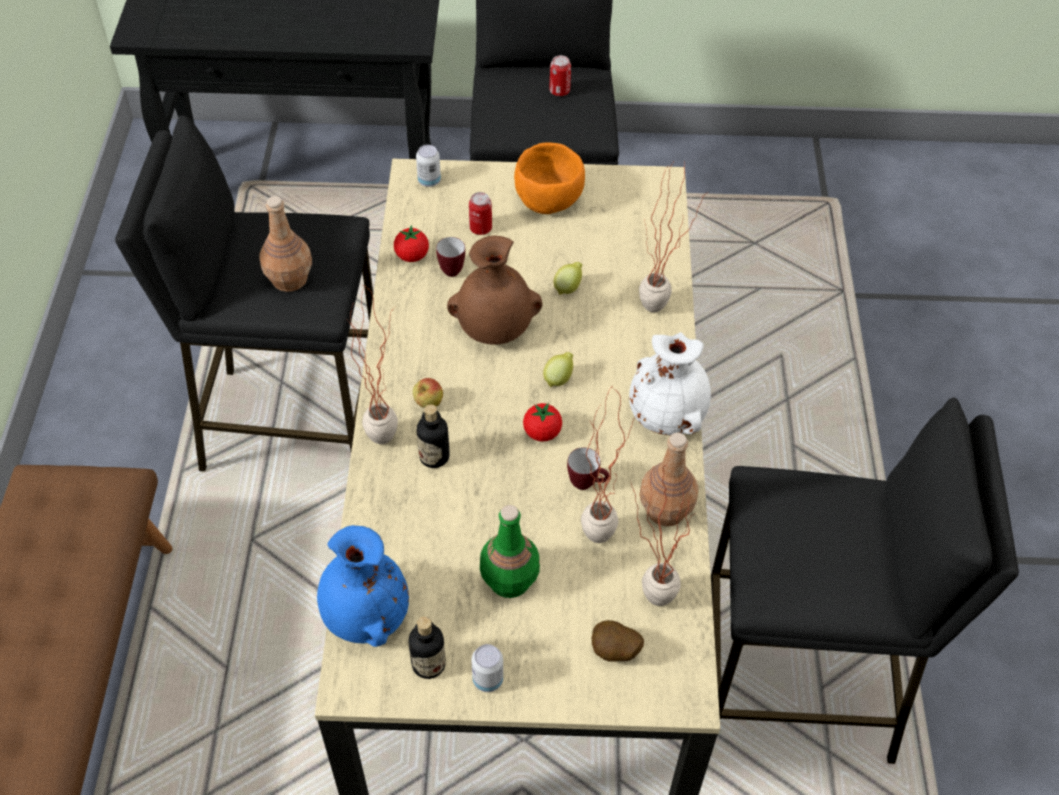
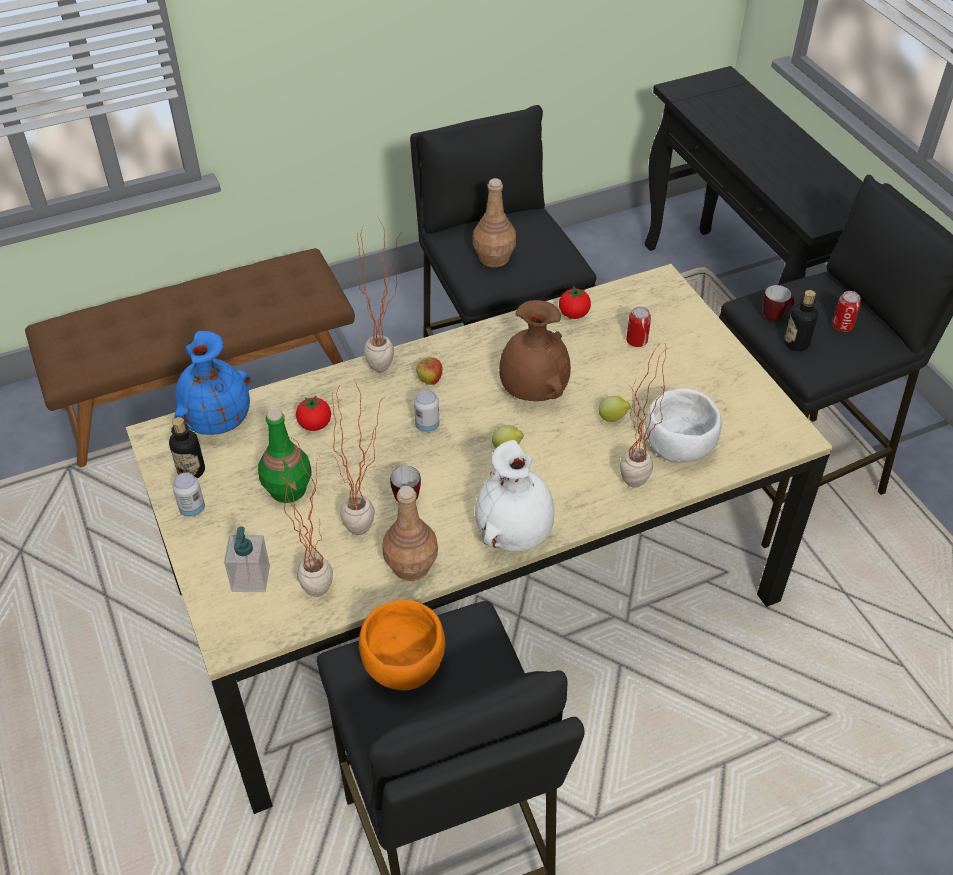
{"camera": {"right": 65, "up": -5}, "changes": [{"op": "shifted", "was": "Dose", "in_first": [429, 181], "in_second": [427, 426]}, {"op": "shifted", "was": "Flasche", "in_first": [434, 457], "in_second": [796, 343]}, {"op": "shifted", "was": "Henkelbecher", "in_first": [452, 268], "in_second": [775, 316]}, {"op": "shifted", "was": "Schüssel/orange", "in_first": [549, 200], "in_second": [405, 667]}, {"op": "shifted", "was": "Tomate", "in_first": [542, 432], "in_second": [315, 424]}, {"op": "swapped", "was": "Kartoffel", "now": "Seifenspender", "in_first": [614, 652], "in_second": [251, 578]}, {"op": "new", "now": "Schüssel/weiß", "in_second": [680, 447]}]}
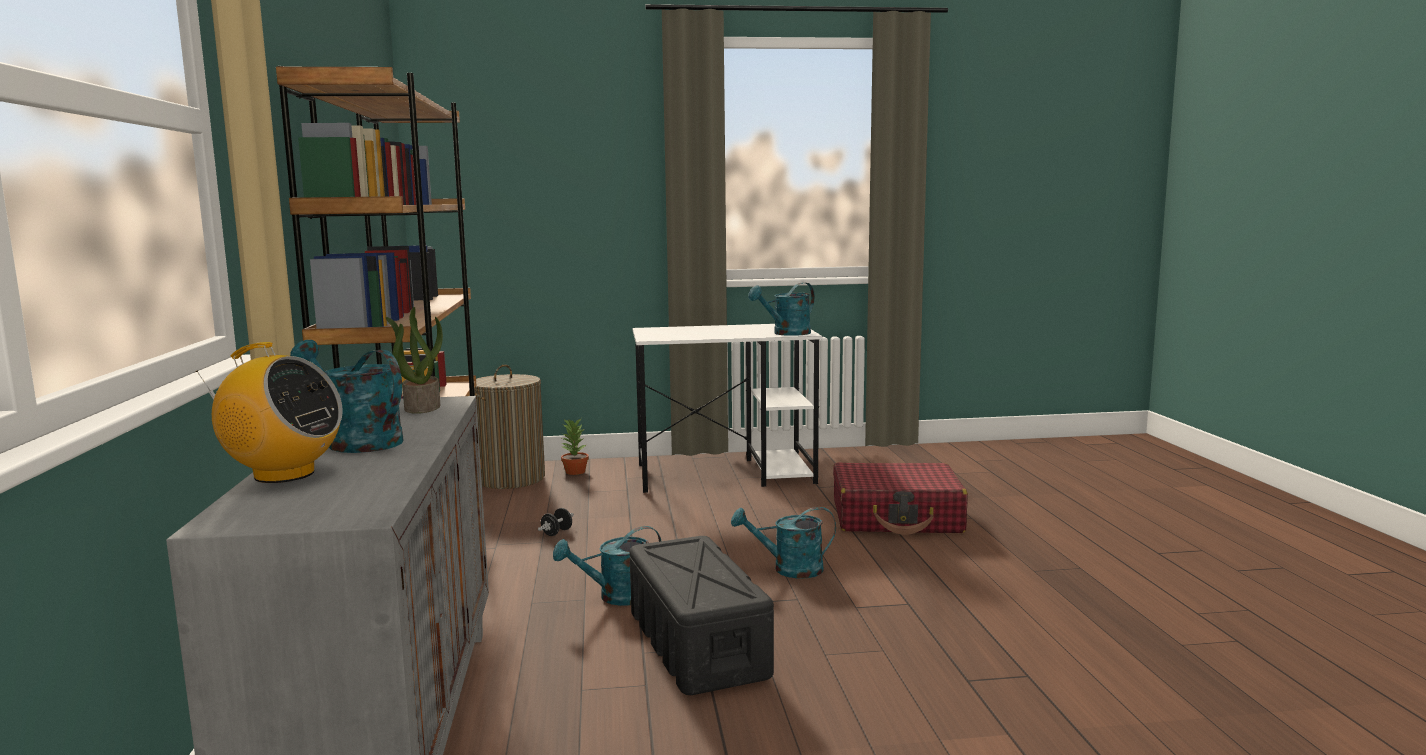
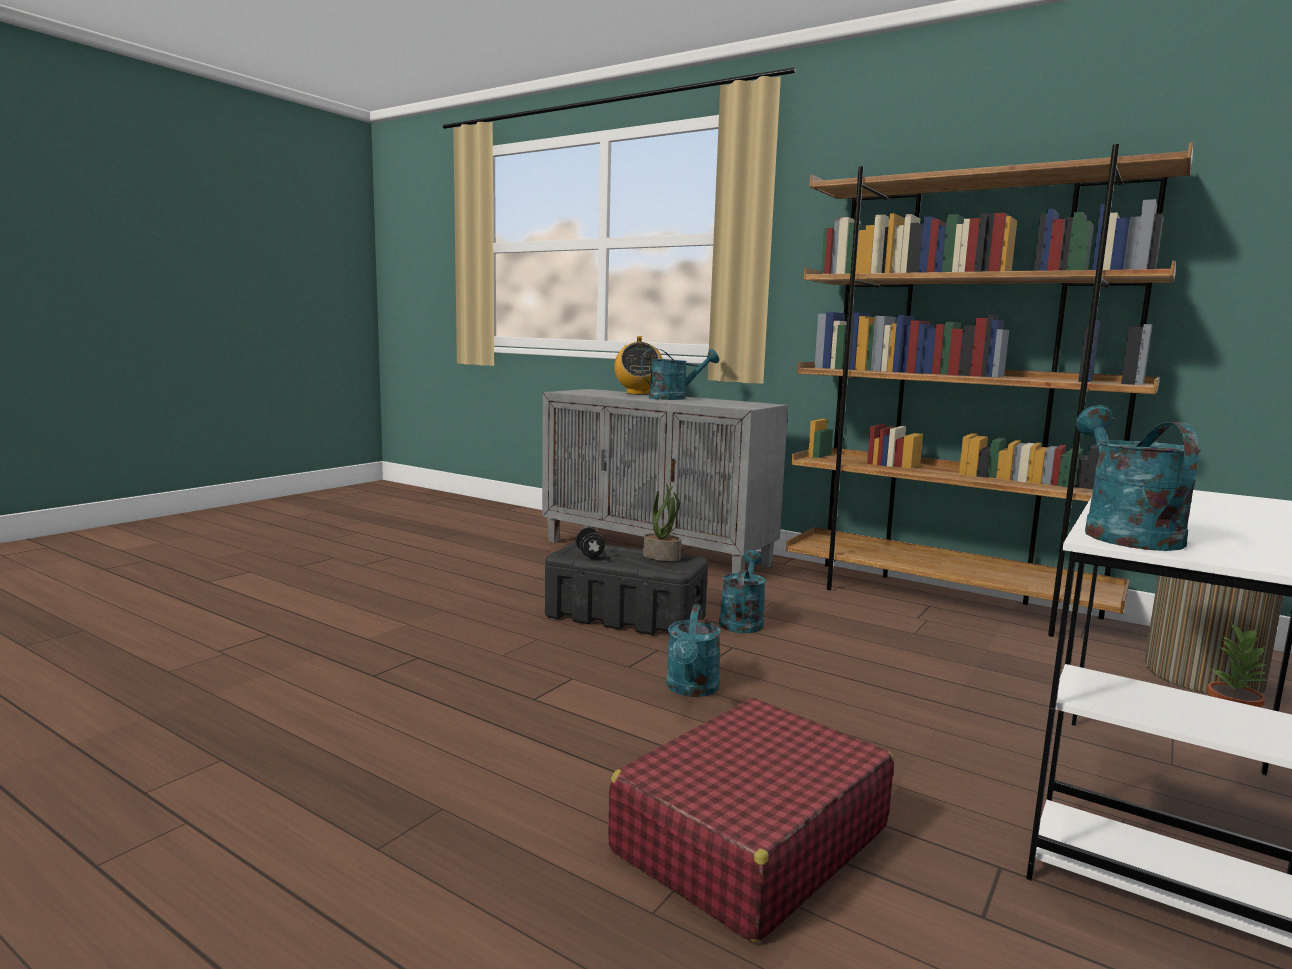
{"camera": {"right": 130, "up": 0}, "changes": [{"op": "rotated", "was": "Radio", "in_first": [283, 474], "in_second": [638, 393], "clockwise": -60}, {"op": "shifted", "was": "Topfpflanze", "in_first": [421, 407], "in_second": [662, 556]}, {"op": "shifted", "was": "Hantel/schwarz", "in_first": [557, 532], "in_second": [589, 554]}, {"op": "rotated", "was": "Gießkanne/türkis", "in_first": [789, 569], "in_second": [691, 689], "clockwise": 150}]}
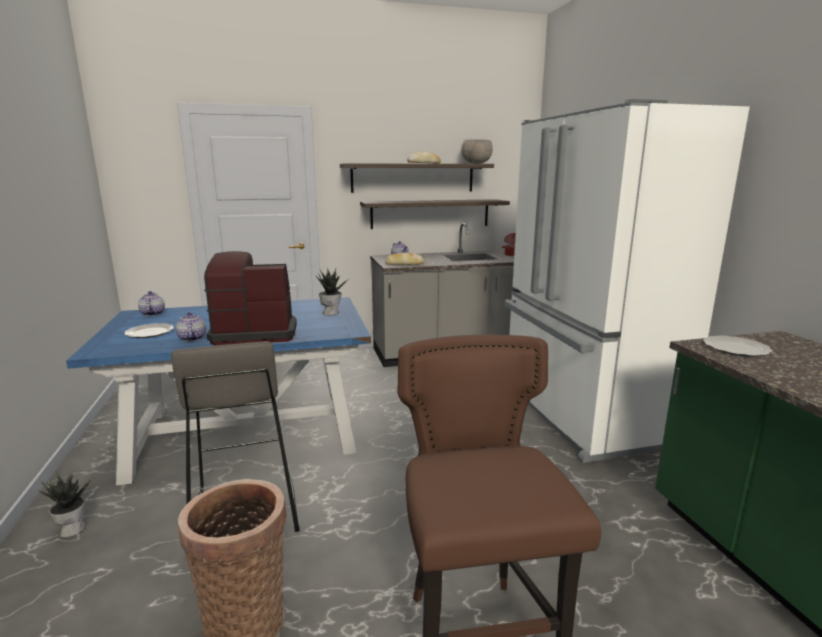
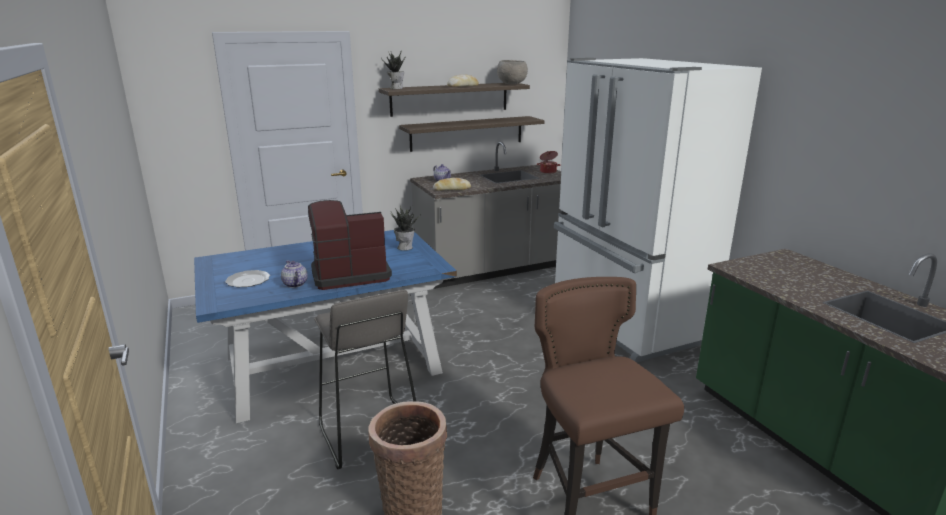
{"camera": {"right": -10, "up": 5}, "changes": [{"op": "shifted", "was": "Topfpflanze", "in_first": [72, 528], "in_second": [396, 88]}, {"op": "gone", "was": "Teekanne", "in_first": [152, 314]}, {"op": "gone", "was": "Teller", "in_first": [735, 348]}]}
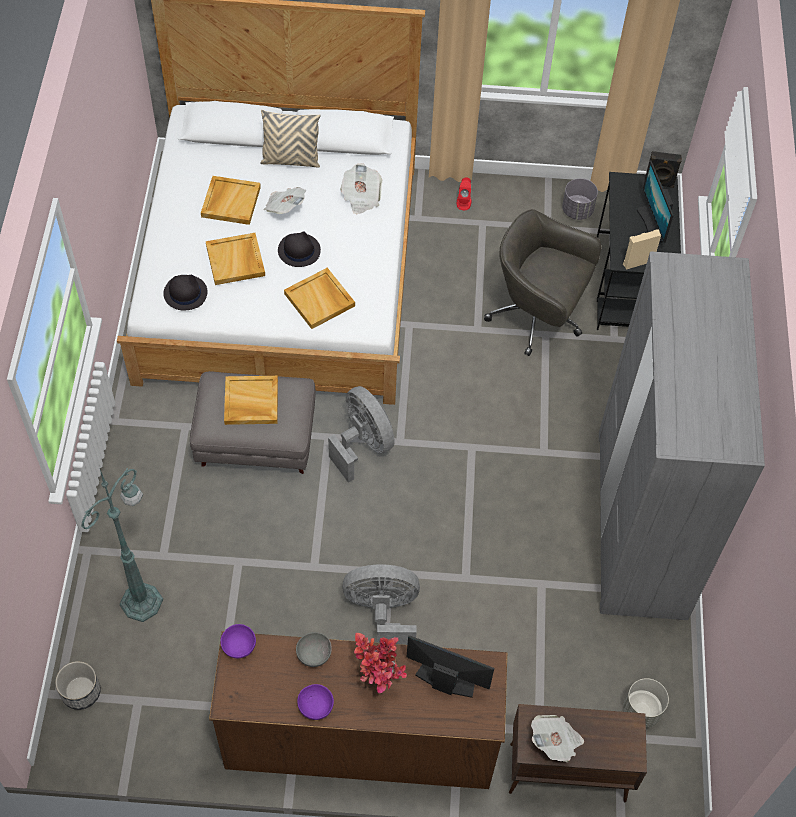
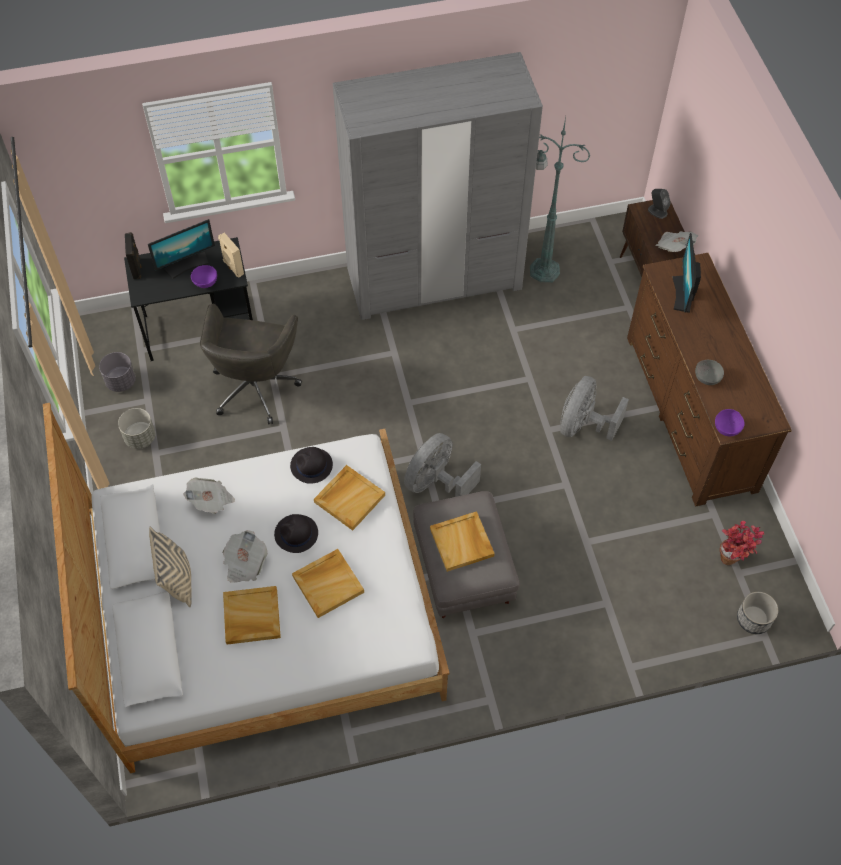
{"camera": {"right": -105, "up": 0}, "changes": [{"op": "shifted", "was": "Stehlampe/grün", "in_first": [143, 600], "in_second": [542, 270]}, {"op": "shifted", "was": "Hut/schwarz", "in_first": [185, 293], "in_second": [311, 466]}, {"op": "shifted", "was": "Schüssel/lila", "in_first": [315, 706], "in_second": [205, 283]}, {"op": "rotated", "was": "Ventilator/grau", "in_first": [383, 612], "in_second": [583, 425], "clockwise": 45}, {"op": "shifted", "was": "Topfpflanze", "in_first": [378, 681], "in_second": [733, 558]}, {"op": "gone", "was": "Lautsprecher/rot", "in_first": [464, 201]}, {"op": "shifted", "was": "Pflanzkübel/grau", "in_first": [642, 711], "in_second": [140, 437]}, {"op": "new", "now": "Lautsprecher/grau", "in_second": [657, 211]}]}
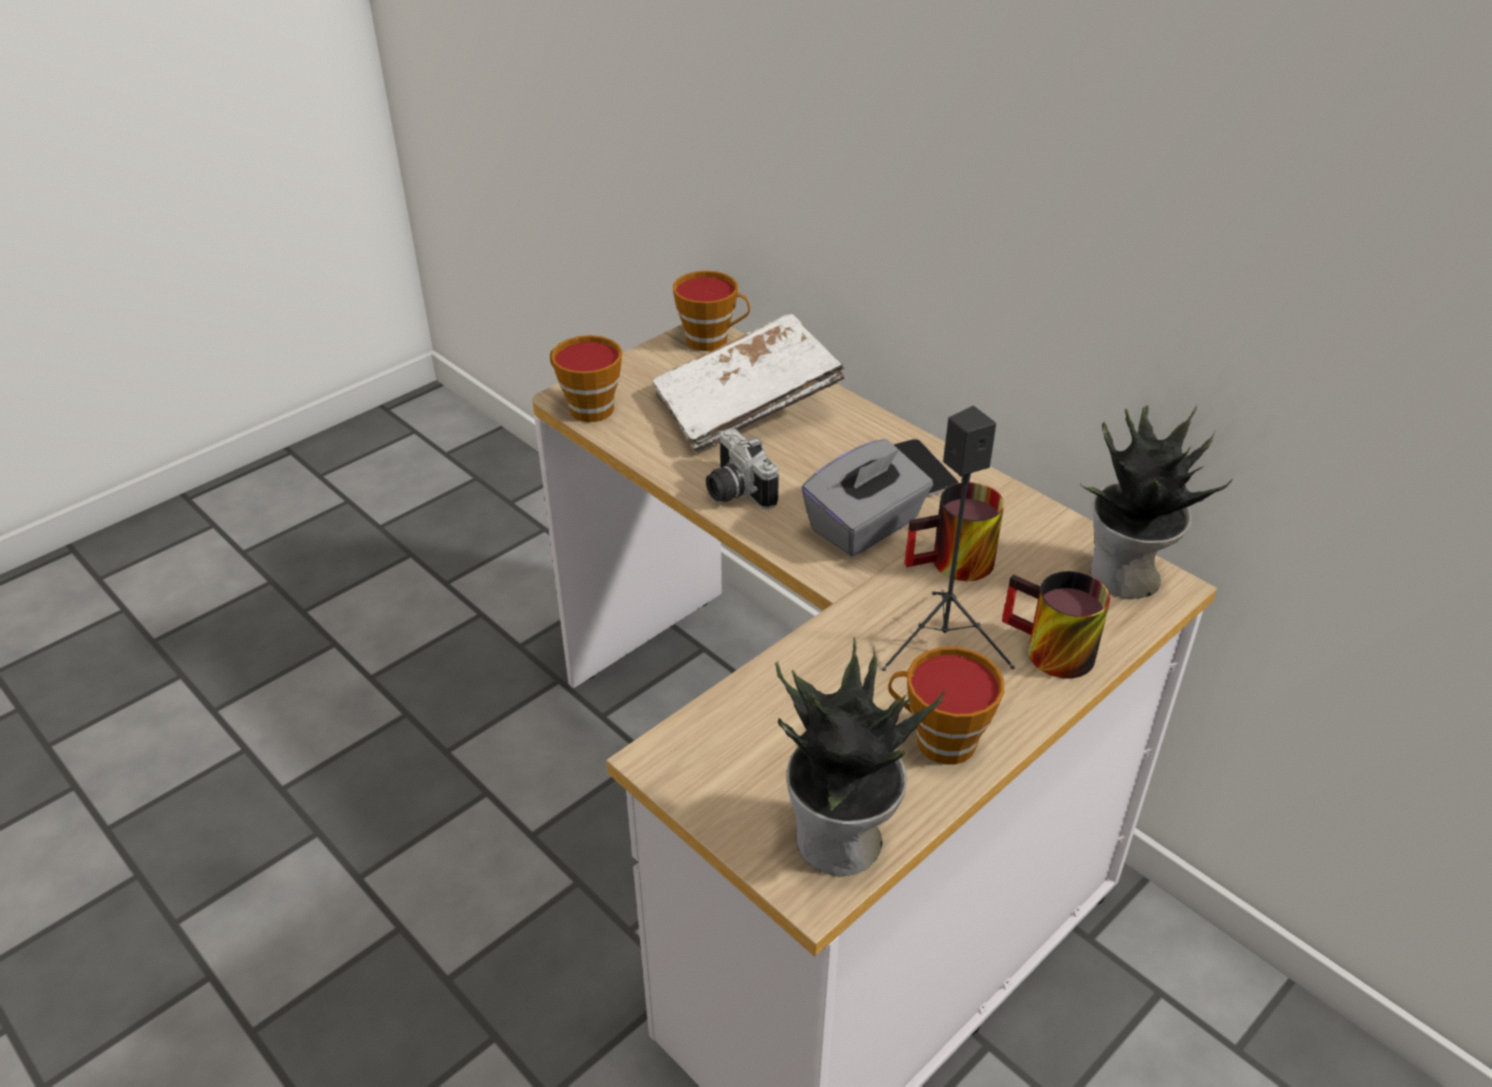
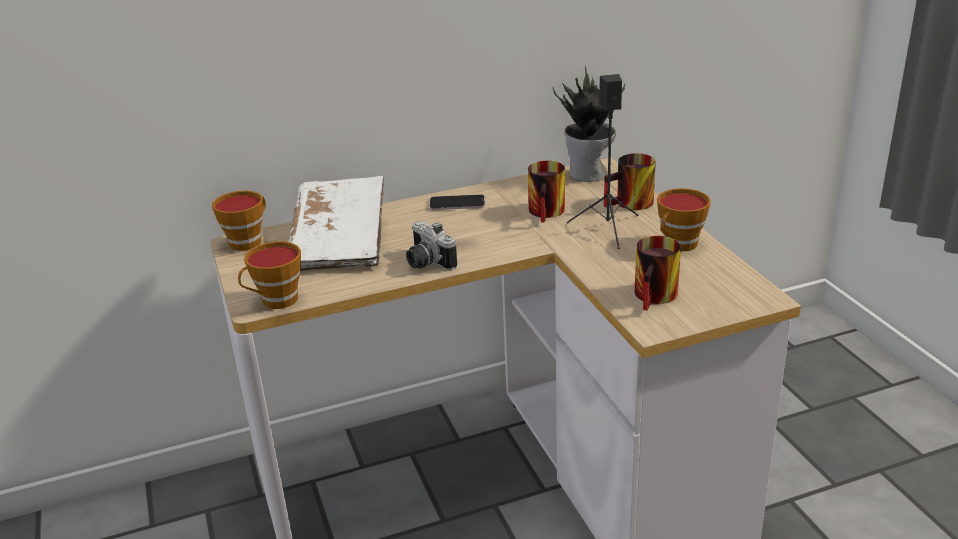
{"camera": {"right": -65, "up": -10}, "changes": [{"op": "rotated", "was": "Kamera", "in_first": [734, 491], "in_second": [426, 263], "clockwise": 60}, {"op": "gone", "was": "Topfpflanze", "in_first": [841, 843]}, {"op": "gone", "was": "Taschentuchbox/grau", "in_first": [865, 526]}, {"op": "new", "now": "Henkelbecher", "in_second": [658, 297]}]}
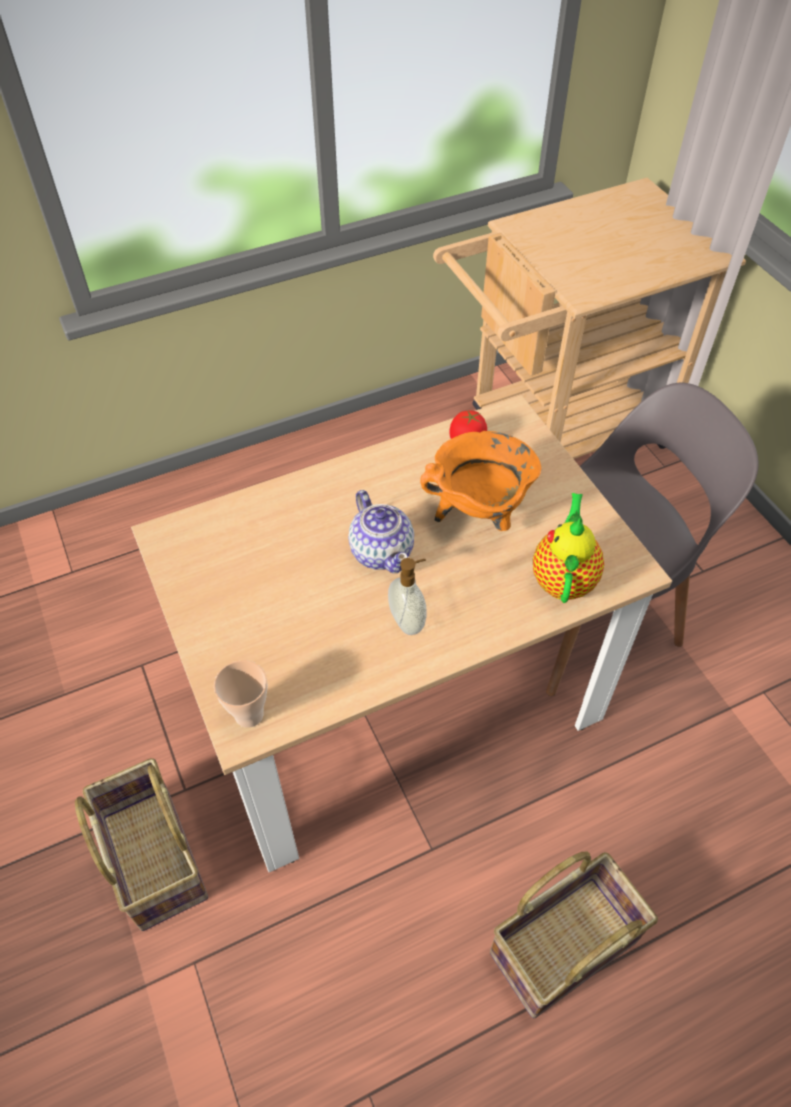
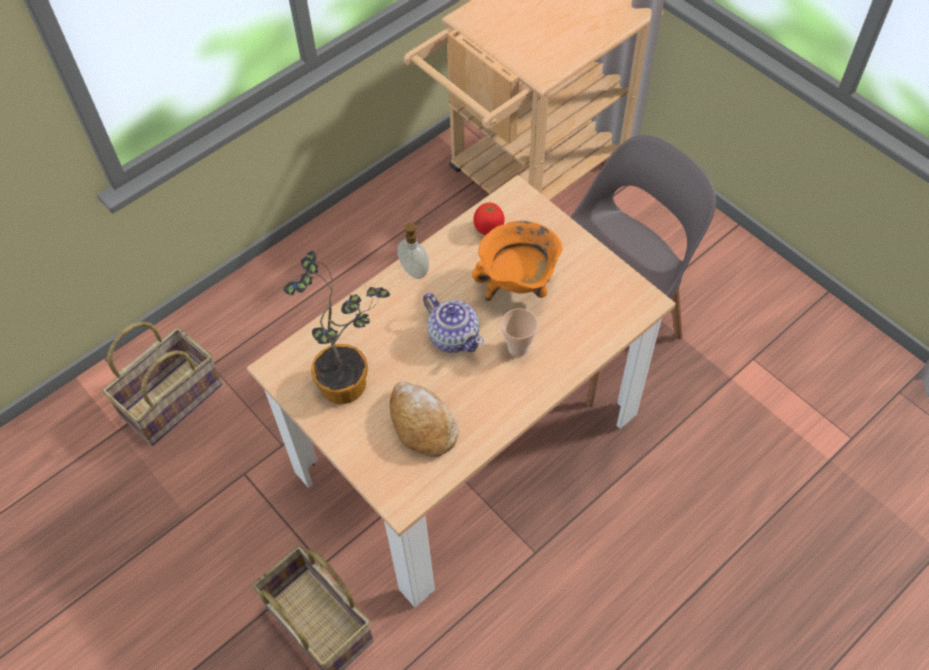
{"camera": {"right": -15, "up": 5}, "changes": [{"op": "shifted", "was": "Tasse", "in_first": [249, 714], "in_second": [518, 348]}, {"op": "shifted", "was": "Seifenspender", "in_first": [408, 621], "in_second": [415, 270]}, {"op": "shifted", "was": "Korb", "in_first": [562, 944], "in_second": [171, 399]}, {"op": "gone", "was": "Teekanne", "in_first": [563, 578]}, {"op": "new", "now": "Topfpflanze", "in_second": [350, 381]}, {"op": "new", "now": "Brot", "in_second": [421, 424]}]}
